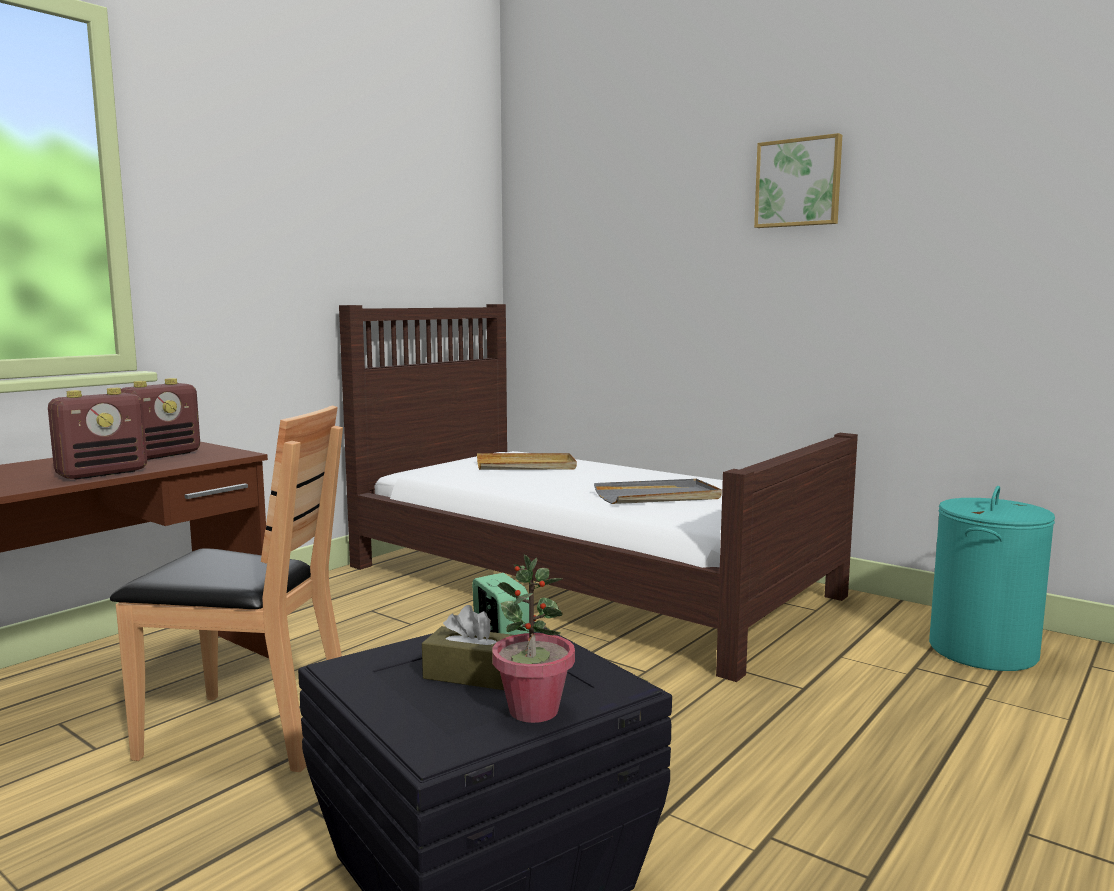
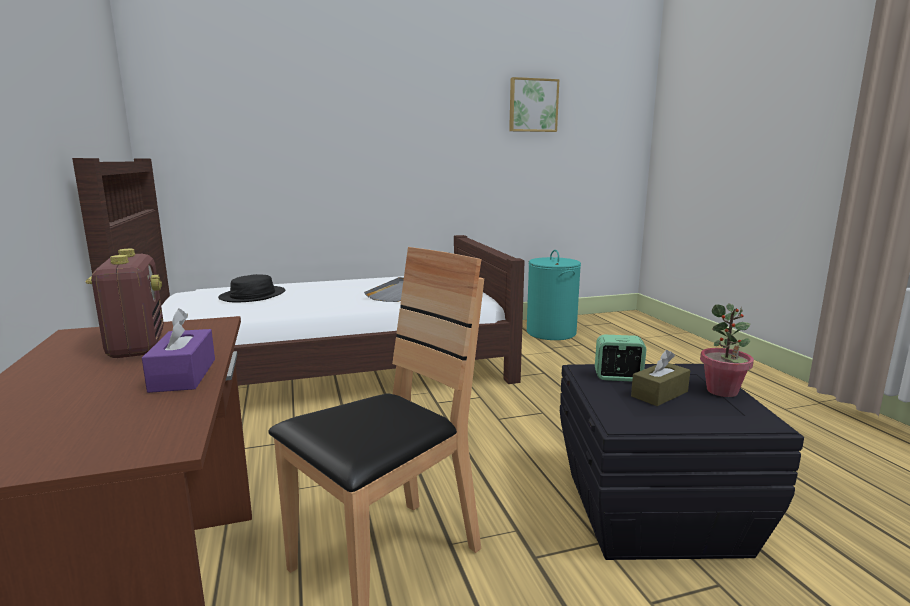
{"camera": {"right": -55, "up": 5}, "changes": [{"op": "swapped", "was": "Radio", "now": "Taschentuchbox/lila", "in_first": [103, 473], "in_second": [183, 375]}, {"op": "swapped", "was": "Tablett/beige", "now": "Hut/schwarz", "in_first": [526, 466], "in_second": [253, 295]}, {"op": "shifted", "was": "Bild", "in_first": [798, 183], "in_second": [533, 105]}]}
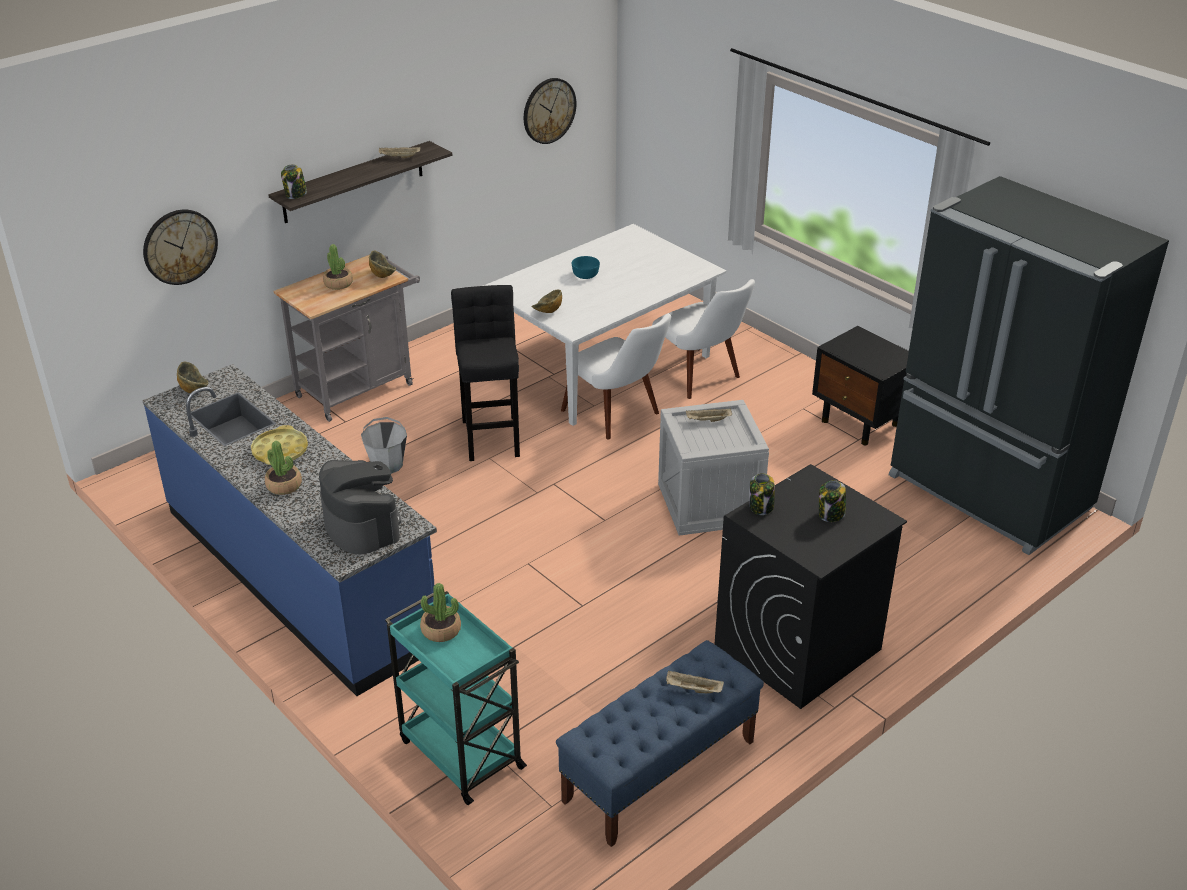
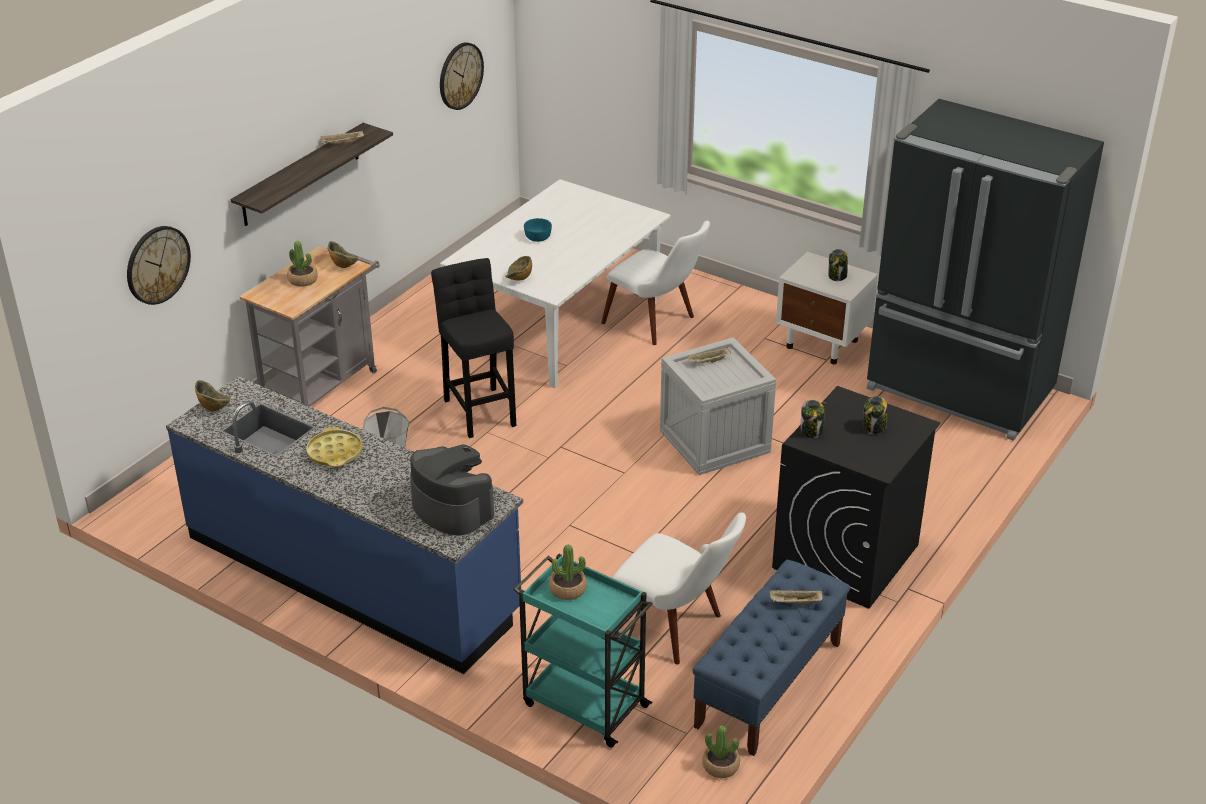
{"camera": {"right": -15, "up": 0}, "changes": [{"op": "shifted", "was": "Topfpflanze", "in_first": [284, 485], "in_second": [721, 765]}, {"op": "shifted", "was": "Vorratsglas", "in_first": [296, 195], "in_second": [837, 276]}, {"op": "shifted", "was": "Stuhl/weiß", "in_first": [619, 416], "in_second": [677, 628]}, {"op": "repainted", "was": "Nachttisch/schwarz", "now": "Nachttisch/weiß", "in_first": [861, 423], "in_second": [823, 344]}]}
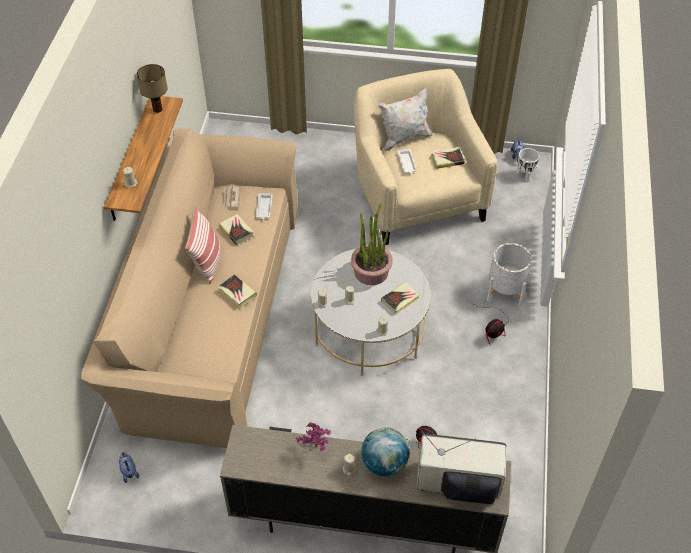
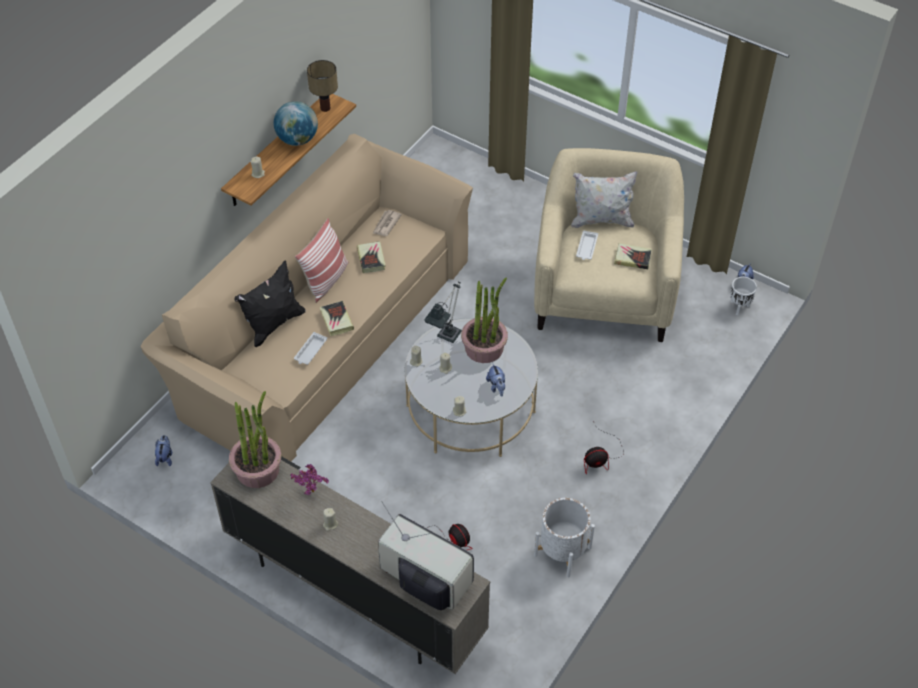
{"camera": {"right": 25, "up": 0}, "changes": [{"op": "shifted", "was": "Tablett/weiß", "in_first": [264, 208], "in_second": [310, 351]}, {"op": "shifted", "was": "Globus", "in_first": [384, 463], "in_second": [297, 139]}, {"op": "swapped", "was": "Buch", "now": "Plüschtier", "in_first": [400, 299], "in_second": [497, 387]}, {"op": "shifted", "was": "Pflanzkübel/weiß", "in_first": [505, 290], "in_second": [562, 551]}, {"op": "new", "now": "Topfpflanze", "in_second": [258, 469]}, {"op": "new", "now": "Kissen/schwarz", "in_second": [273, 324]}, {"op": "new", "now": "Tischlampe", "in_second": [446, 338]}]}
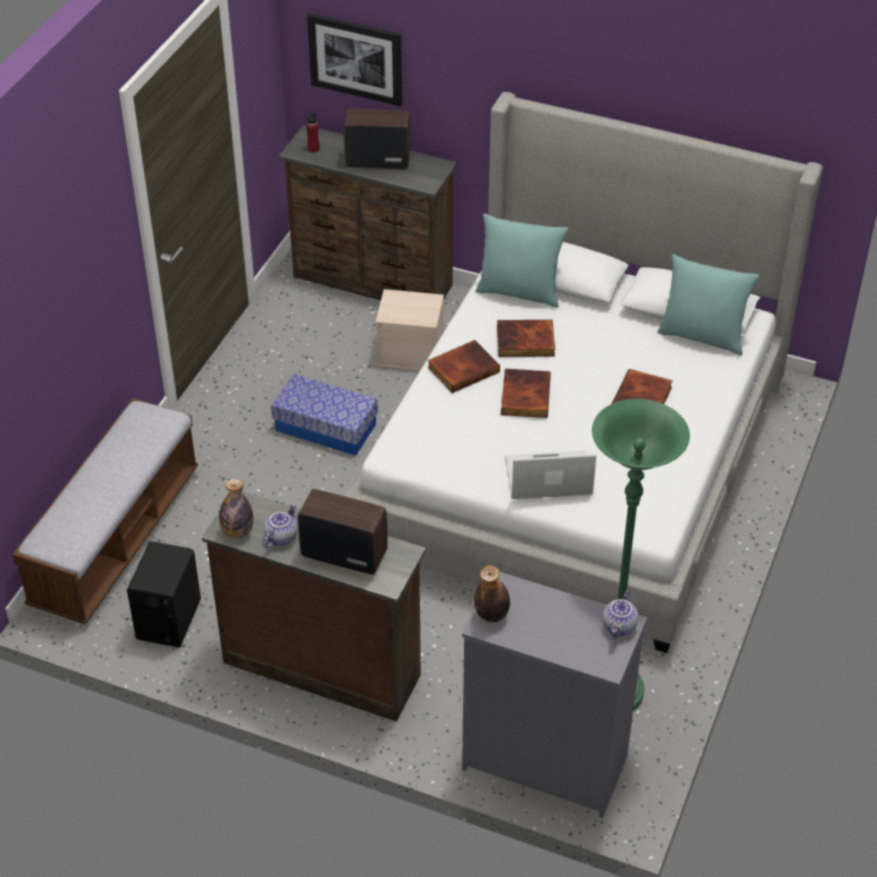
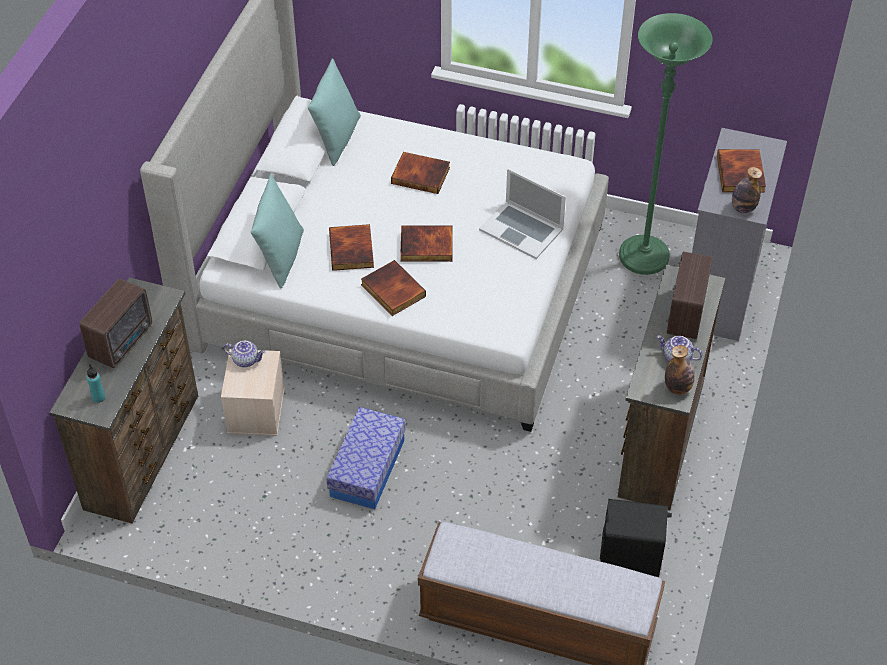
{"camera": {"right": -95, "up": 5}, "changes": [{"op": "repainted", "was": "Flasche/rot", "now": "Flasche/türkis", "in_first": [313, 149], "in_second": [98, 397]}, {"op": "gone", "was": "Bild", "in_first": [356, 58]}, {"op": "rotated", "was": "Radio", "in_first": [376, 160], "in_second": [123, 341], "clockwise": -150}, {"op": "rotated", "was": "Laptop", "in_first": [548, 476], "in_second": [521, 229], "clockwise": -45}, {"op": "shifted", "was": "Teekanne", "in_first": [620, 627], "in_second": [246, 360]}, {"op": "new", "now": "Buch", "in_second": [741, 174]}]}
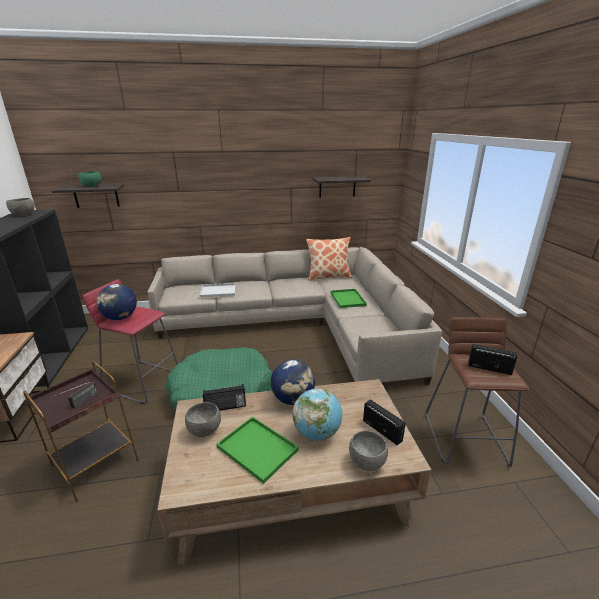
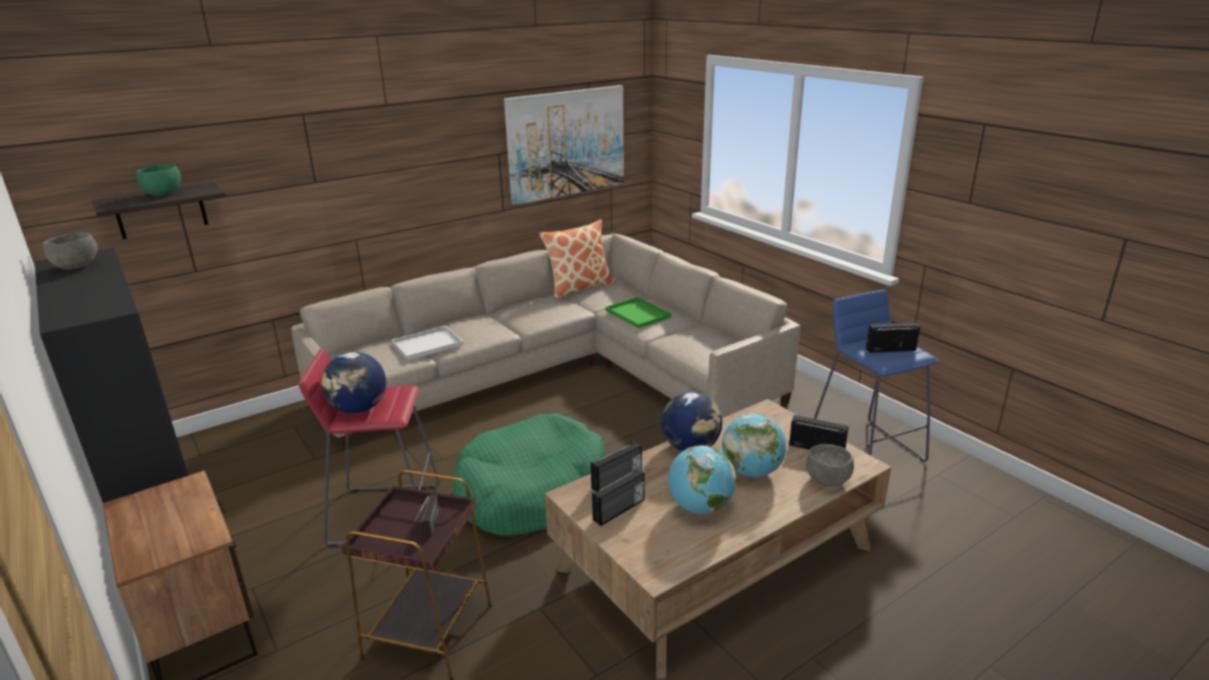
{"camera": {"right": -25, "up": 0}, "changes": [{"op": "swapped", "was": "Schüssel/grau", "now": "Radio", "in_first": [205, 430], "in_second": [619, 510]}, {"op": "swapped", "was": "Tablett/grün", "now": "Globus", "in_first": [255, 448], "in_second": [700, 507]}, {"op": "swapped", "was": "Wandregal", "now": "Bild", "in_first": [337, 187], "in_second": [566, 143]}, {"op": "repainted", "was": "Hocker/braun", "now": "Hocker/blau", "in_first": [465, 438], "in_second": [866, 449]}]}
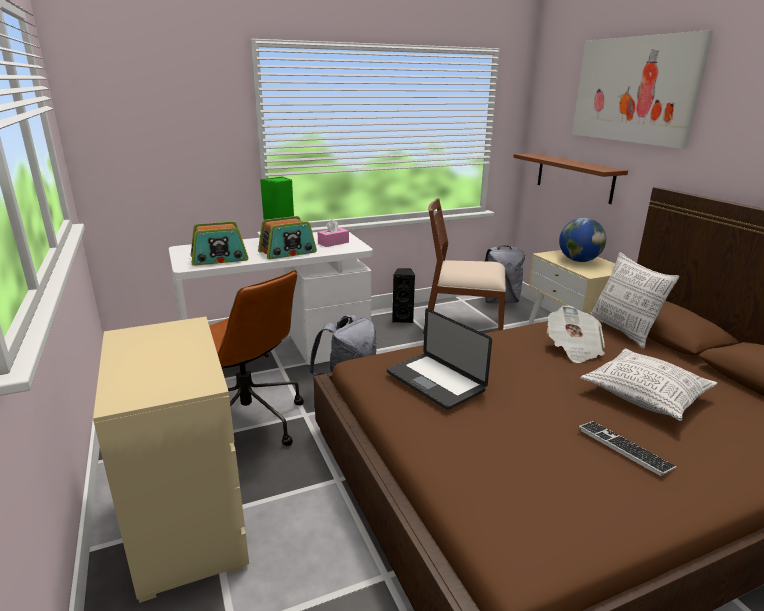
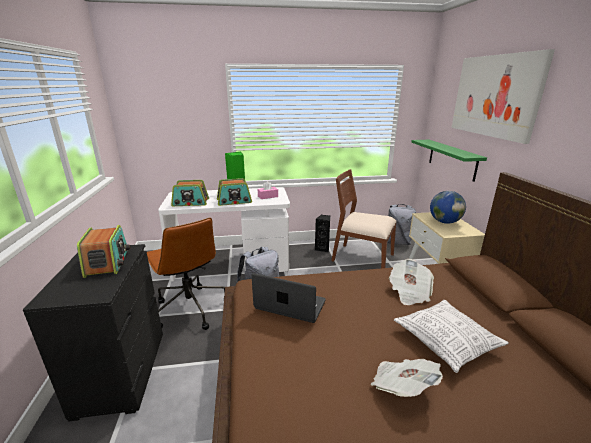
{"camera": {"right": 15, "up": 0}, "changes": [{"op": "repainted", "was": "Kommode/beige", "now": "Kommode/schwarz", "in_first": [188, 522], "in_second": [122, 372]}, {"op": "rotated", "was": "Laptop", "in_first": [435, 381], "in_second": [290, 305], "clockwise": 135}, {"op": "repainted", "was": "Wandregal/braun", "now": "Wandregal/grün", "in_first": [574, 177], "in_second": [452, 159]}, {"op": "swapped", "was": "Tastatur", "now": "Zeitung", "in_first": [624, 448], "in_second": [402, 387]}, {"op": "gone", "was": "Kissen", "in_first": [623, 331]}, {"op": "new", "now": "Radio", "in_second": [108, 263]}]}
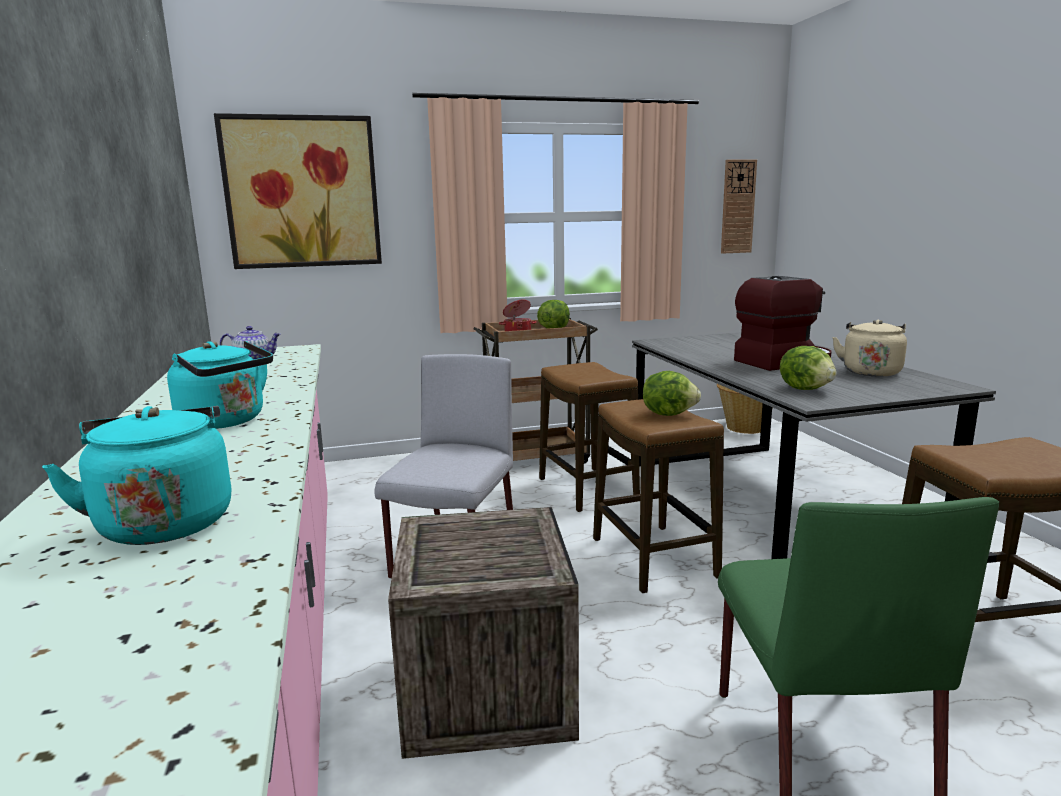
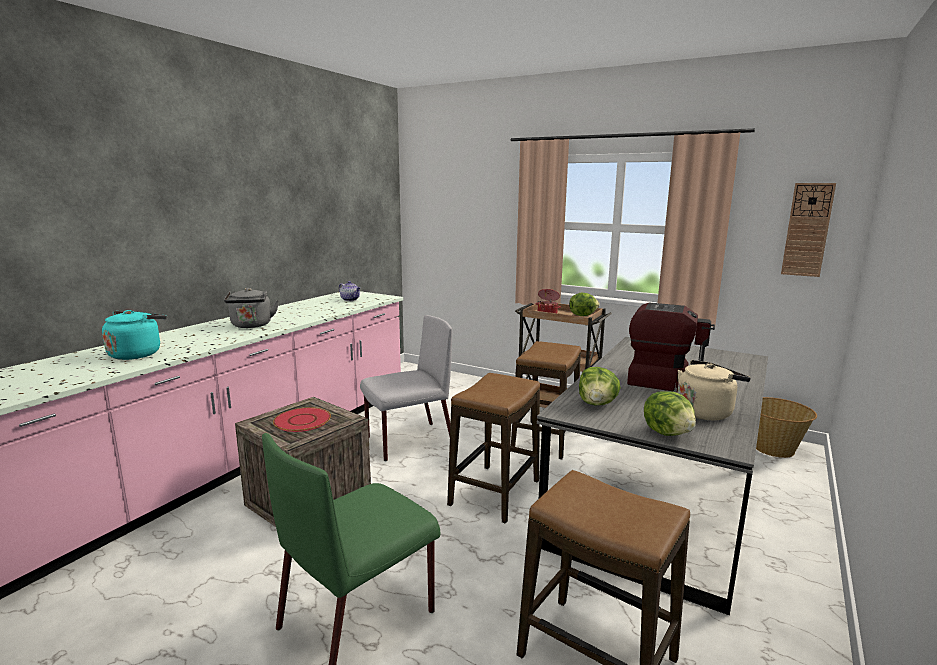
{"camera": {"right": 45, "up": 0}, "changes": [{"op": "repainted", "was": "Wasserkessel/türkis", "now": "Wasserkessel/grau", "in_first": [226, 422], "in_second": [251, 326]}, {"op": "gone", "was": "Bild", "in_first": [302, 192]}, {"op": "shifted", "was": "Salatkopf", "in_first": [668, 414], "in_second": [668, 433]}, {"op": "new", "now": "Teller/rot", "in_second": [302, 421]}]}
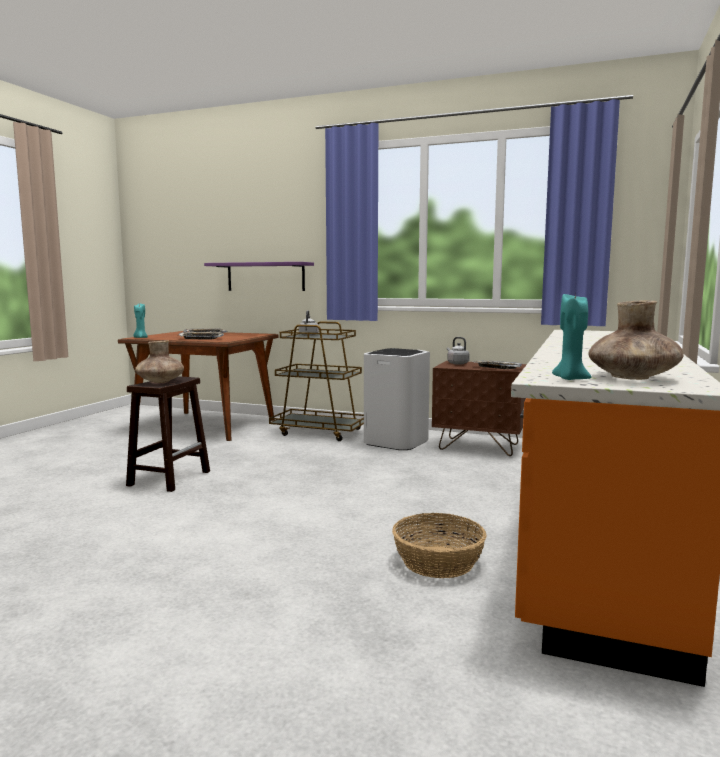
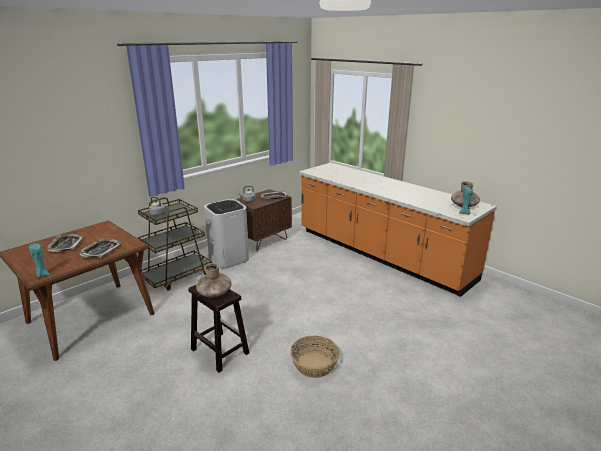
{"camera": {"right": -65, "up": 15}, "changes": [{"op": "gone", "was": "Wandregal/lila", "in_first": [265, 277]}, {"op": "shifted", "was": "Korb", "in_first": [438, 561], "in_second": [314, 364]}]}
